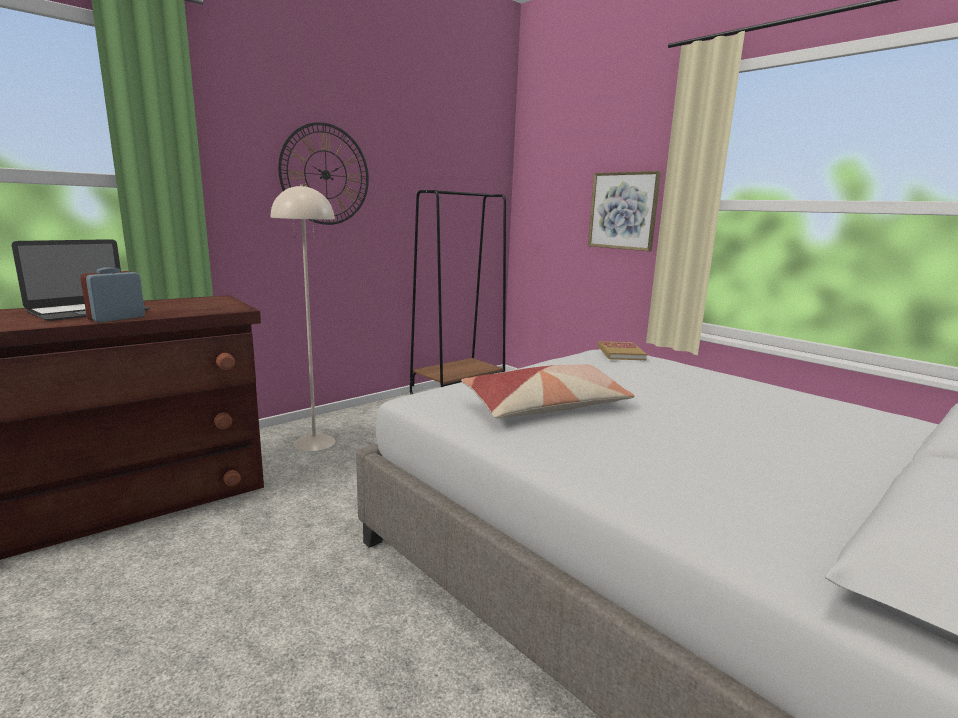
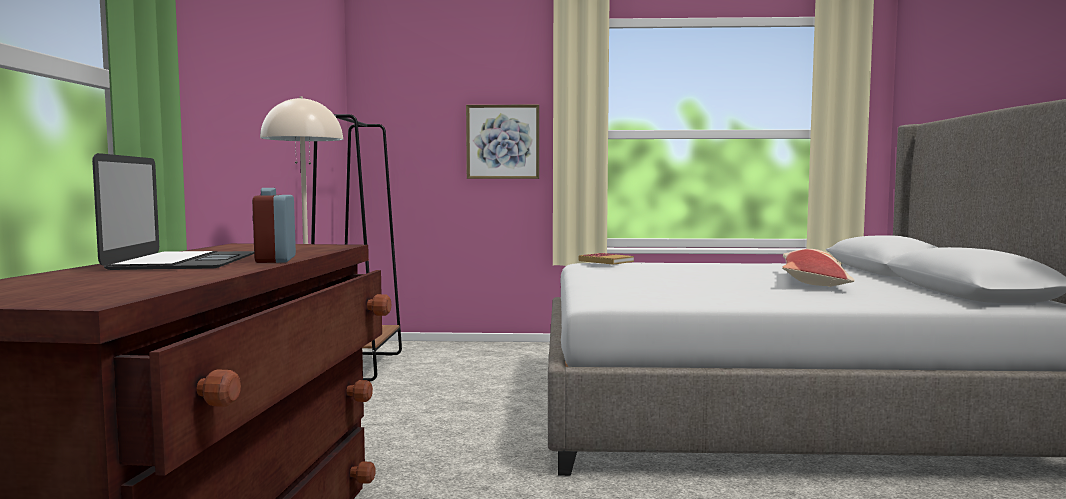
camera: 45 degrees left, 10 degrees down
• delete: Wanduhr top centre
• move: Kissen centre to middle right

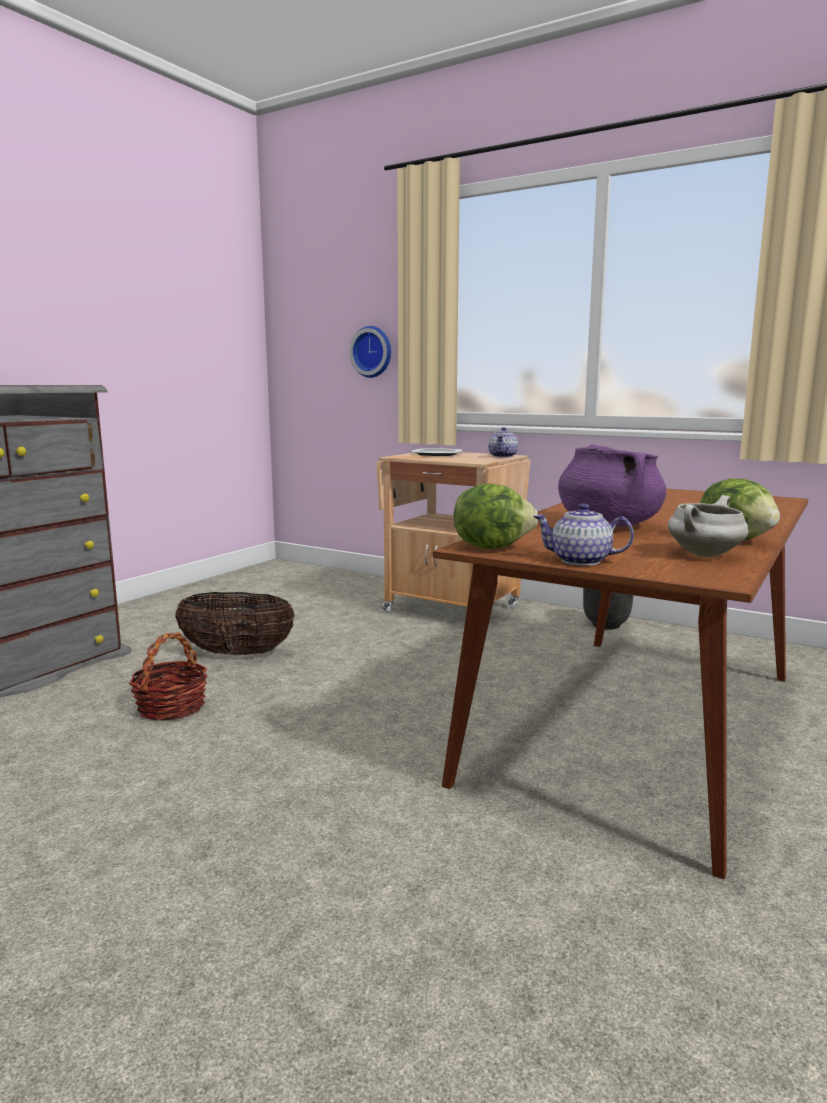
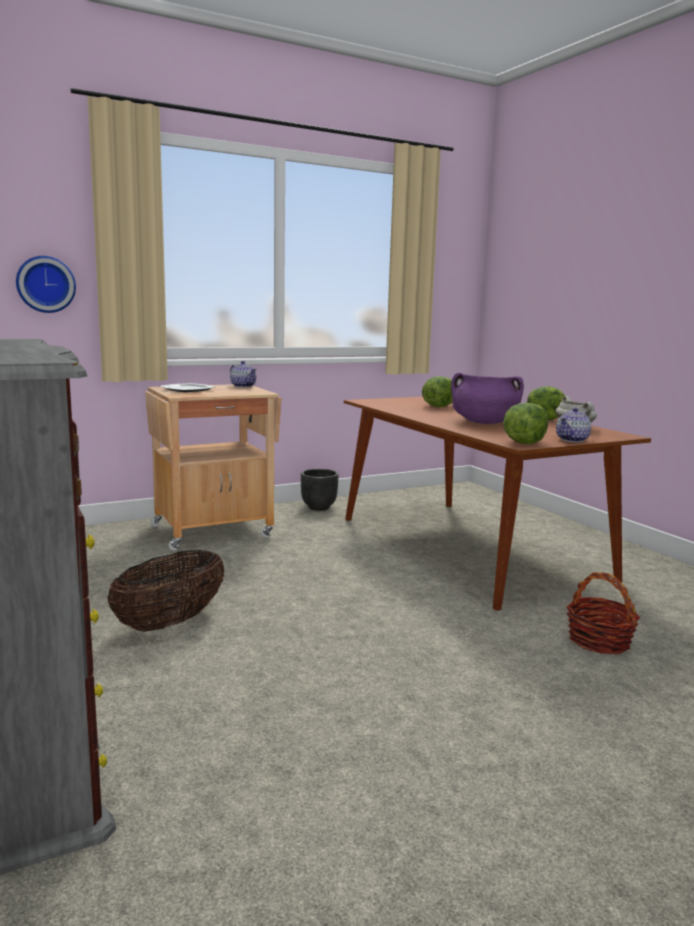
camera: 60 degrees left, 0 degrees up
• move: Korb (1st from left in the first image) middle left to Korb (2nd from left) middle right
• insert: Salatkopf (1st from left) centre

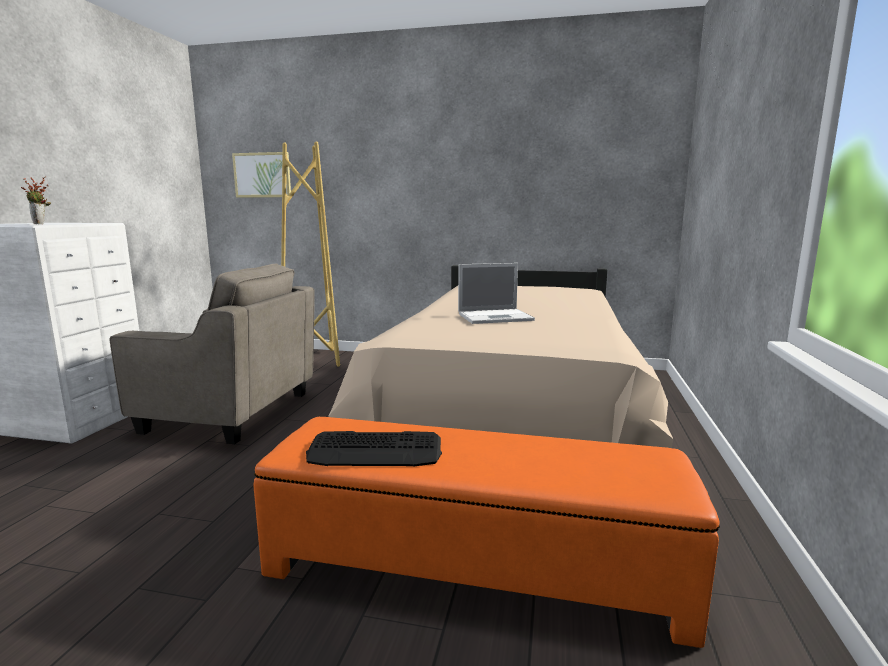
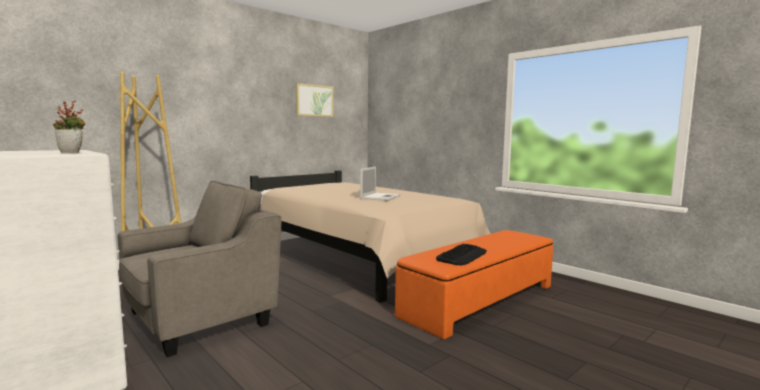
camera: 55 degrees left, 5 degrees down
• move: Bild top left to top centre

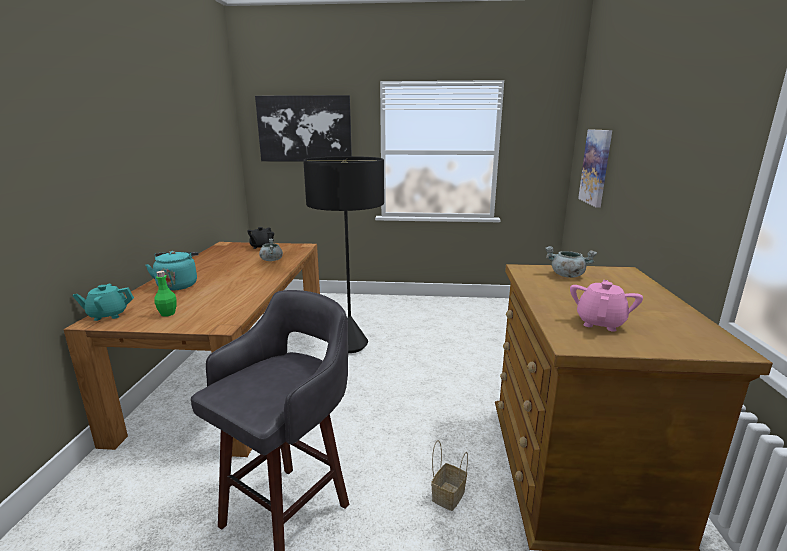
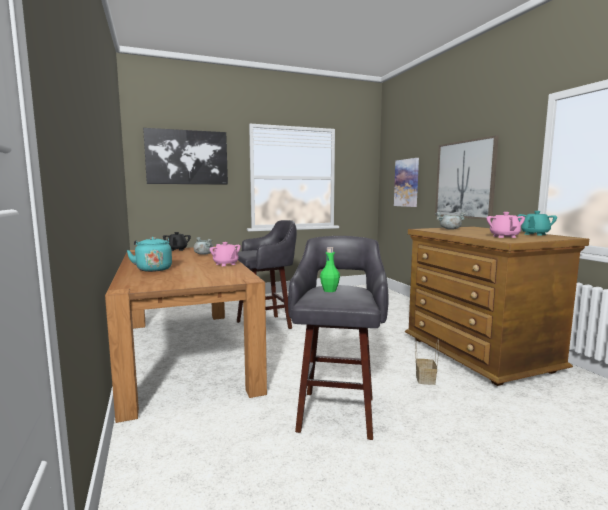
camera: 25 degrees left, 10 degrees down
• move: Teekanne (türkis) middle left to middle right
• move: Flasche (grün) middle left to centre
• replace: Stehlampe (schwarz) centre to Hocker (grau) (1st from left) centre
• insert: Teekanne (rosa) (1st from left) centre
• insert: Bild (3rd from left) middle right

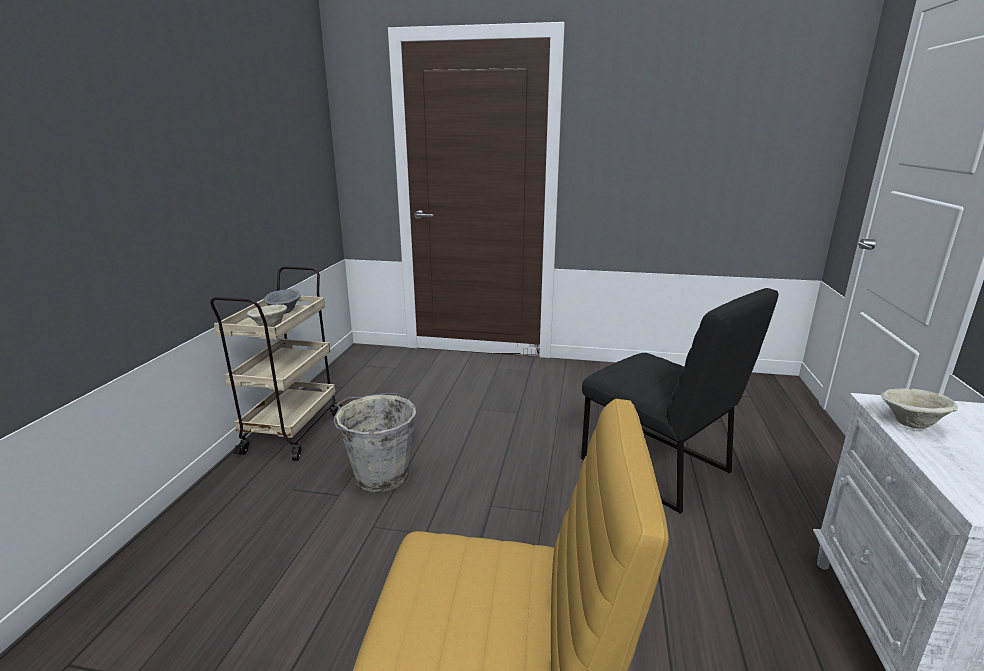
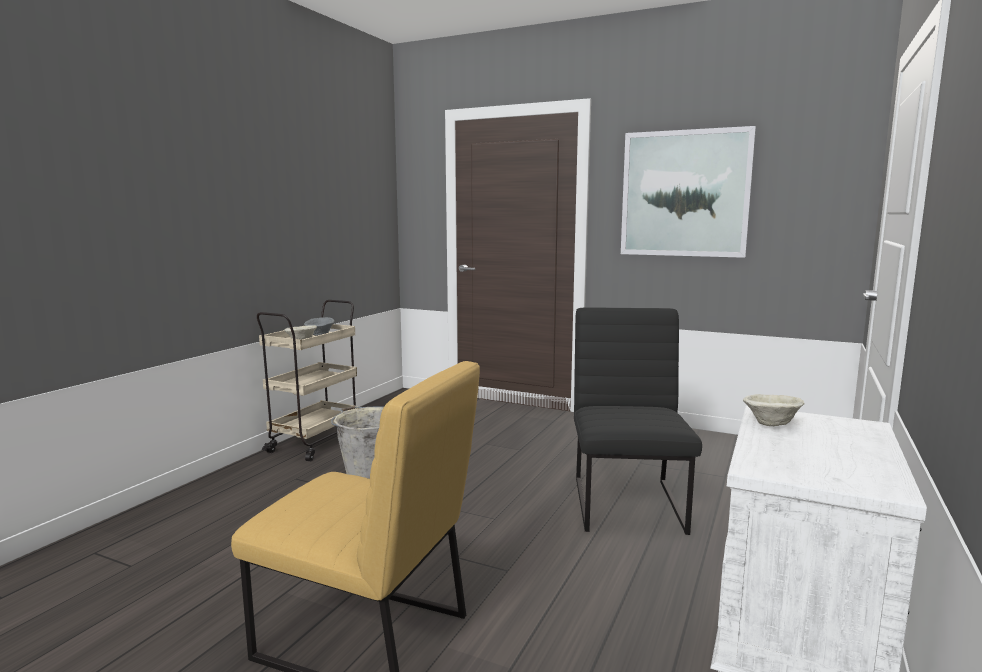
camera: 15 degrees right, 10 degrees down
• rotate: Stuhl (schwarz) middle right = centre 150 degrees counterclockwise
• insert: Bild top right

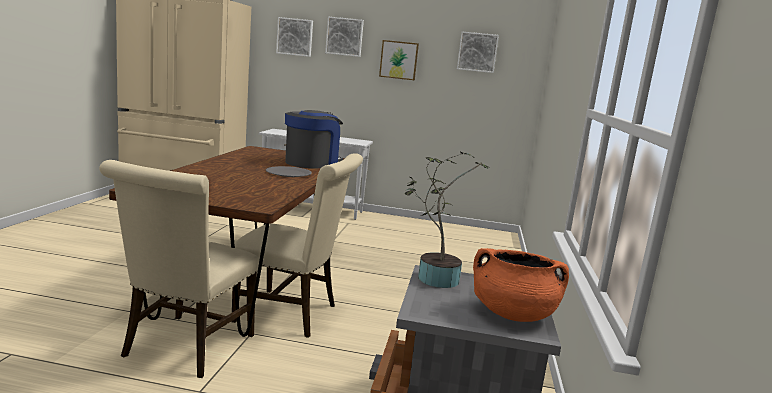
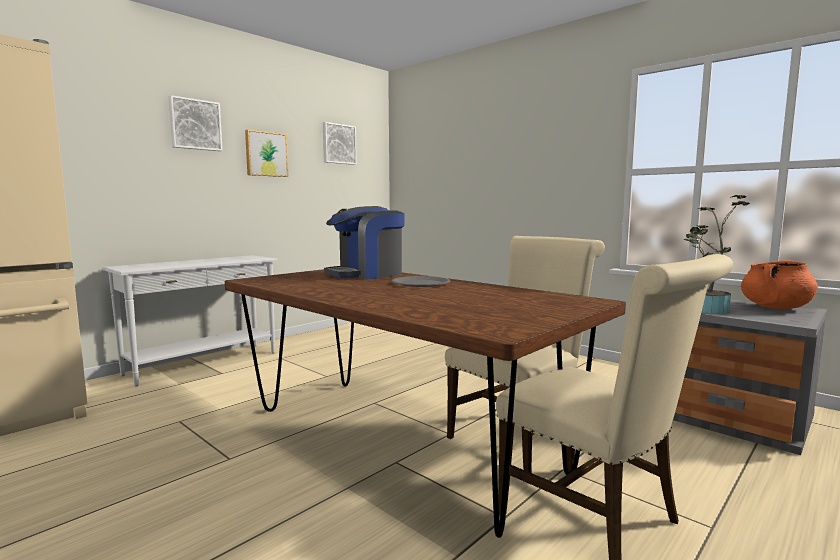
camera: 55 degrees left, 5 degrees down
• delete: Bild (1st from left) top centre
• rotate: Kaffeemaschine centre = centre 105 degrees counterclockwise

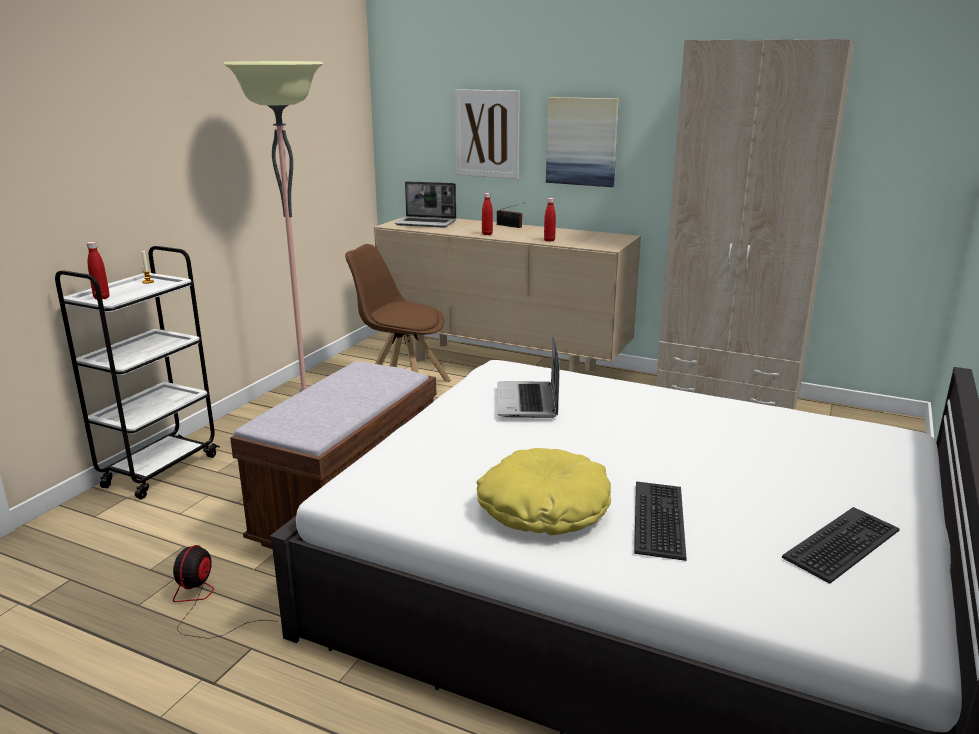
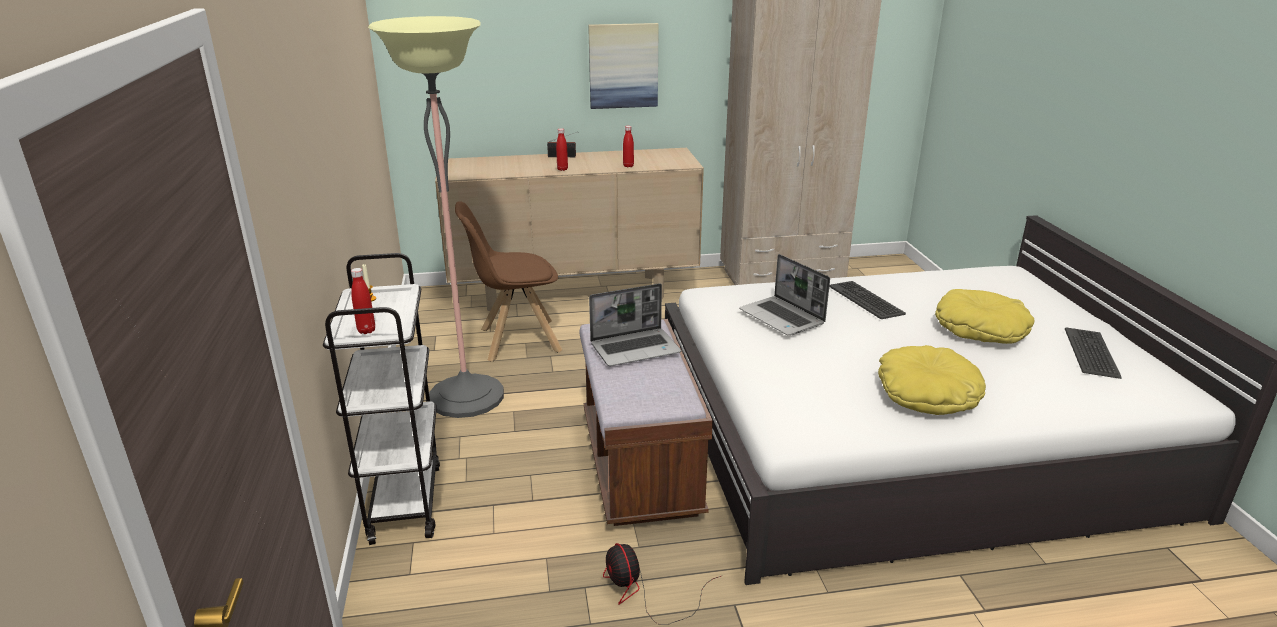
camera: 35 degrees left, 5 degrees up
• move: Laptop (1st from left) top centre to centre
• delete: Bild (1st from left) top centre
• move: Tastatur (1st from left) bottom right to middle right
• insert: Kissen (gelb) (2nd from left) middle right

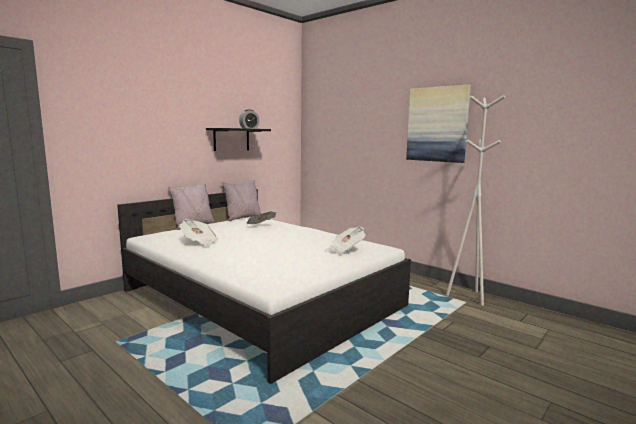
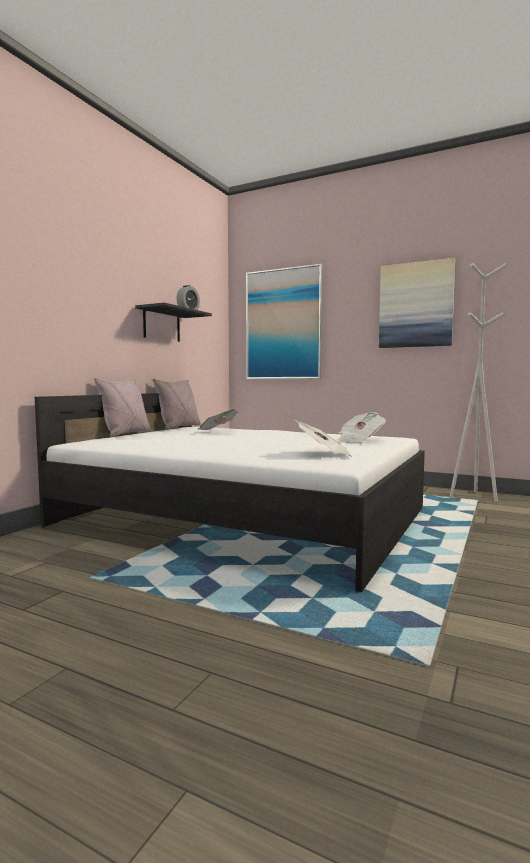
camera: 15 degrees left, 5 degrees down
• move: Zeitung (1st from left in the first image) middle left to Zeitung (2nd from left) centre
• insert: Bild (1st from left) centre

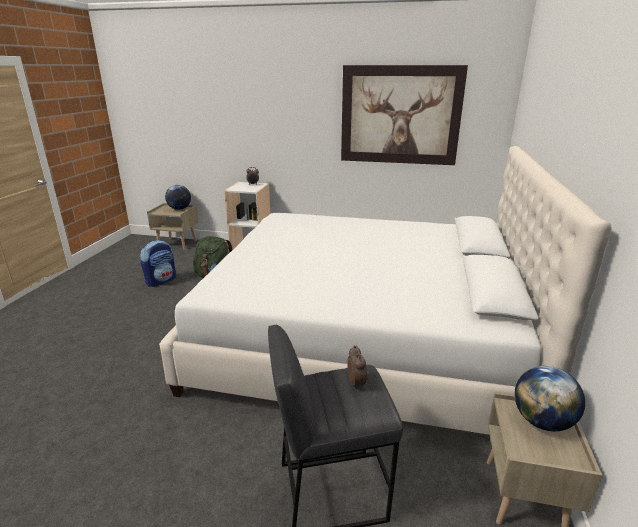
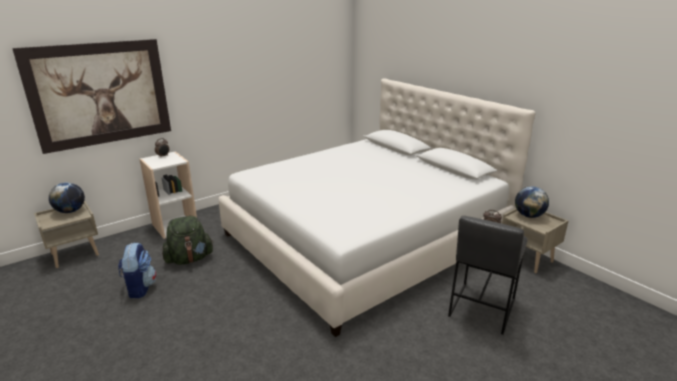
camera: 50 degrees left, 0 degrees up
• move: Bild top centre to top left

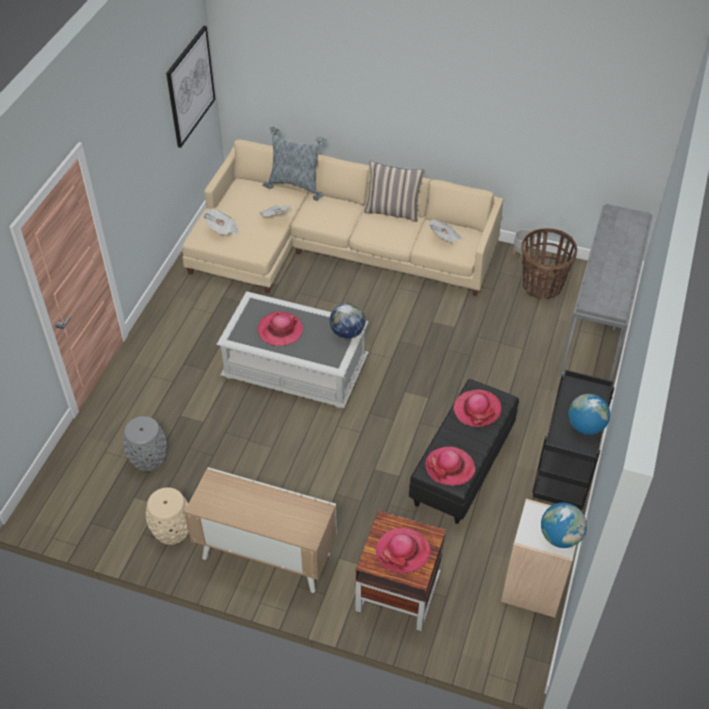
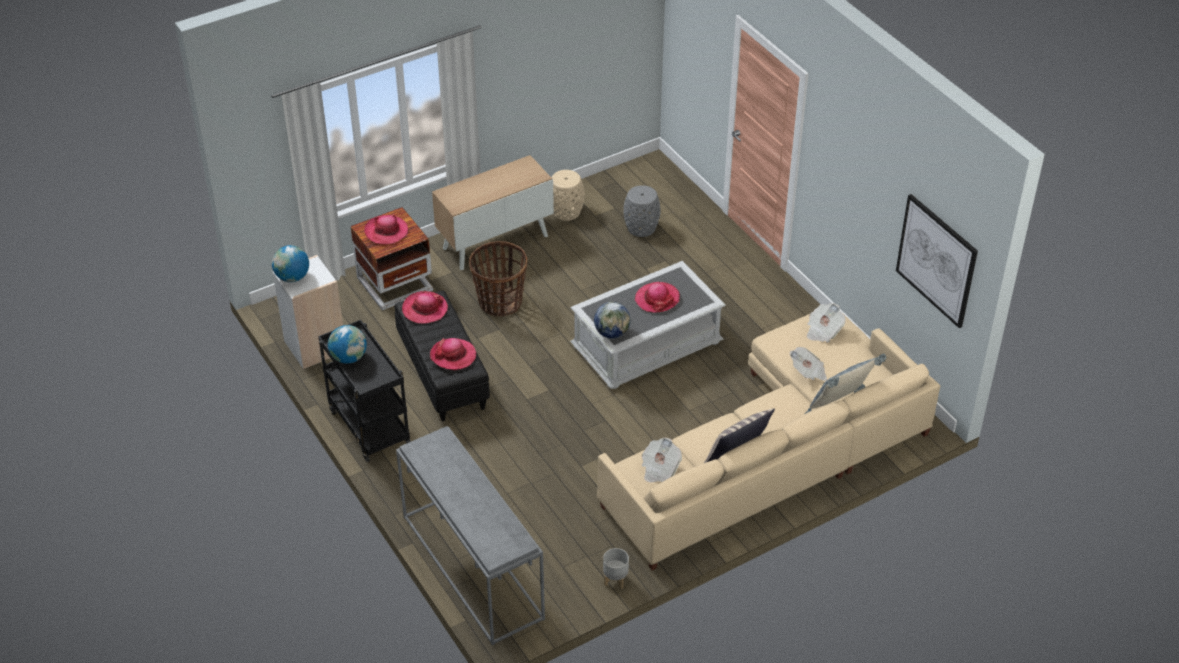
camera: 130 degrees right, 5 degrees down
• move: Korb middle right to centre

